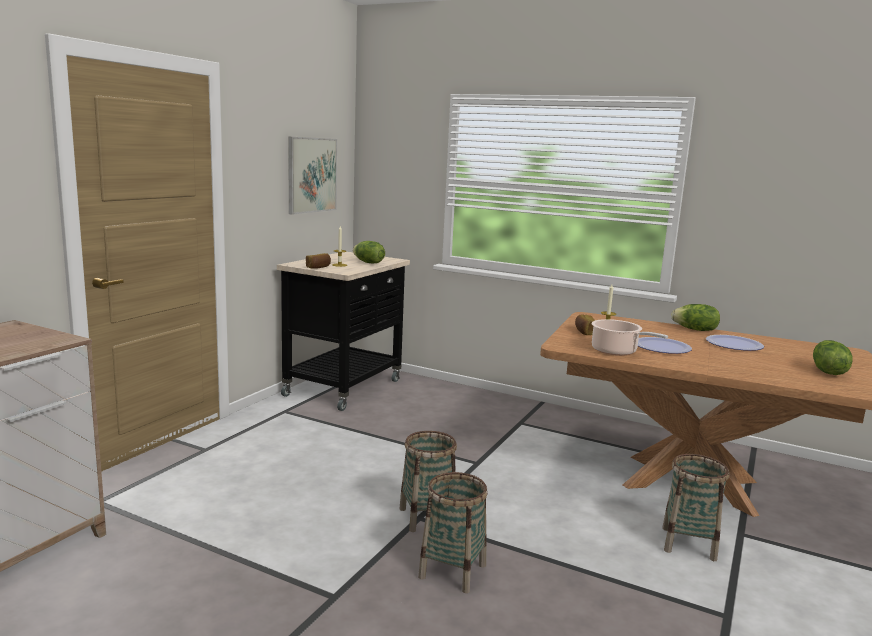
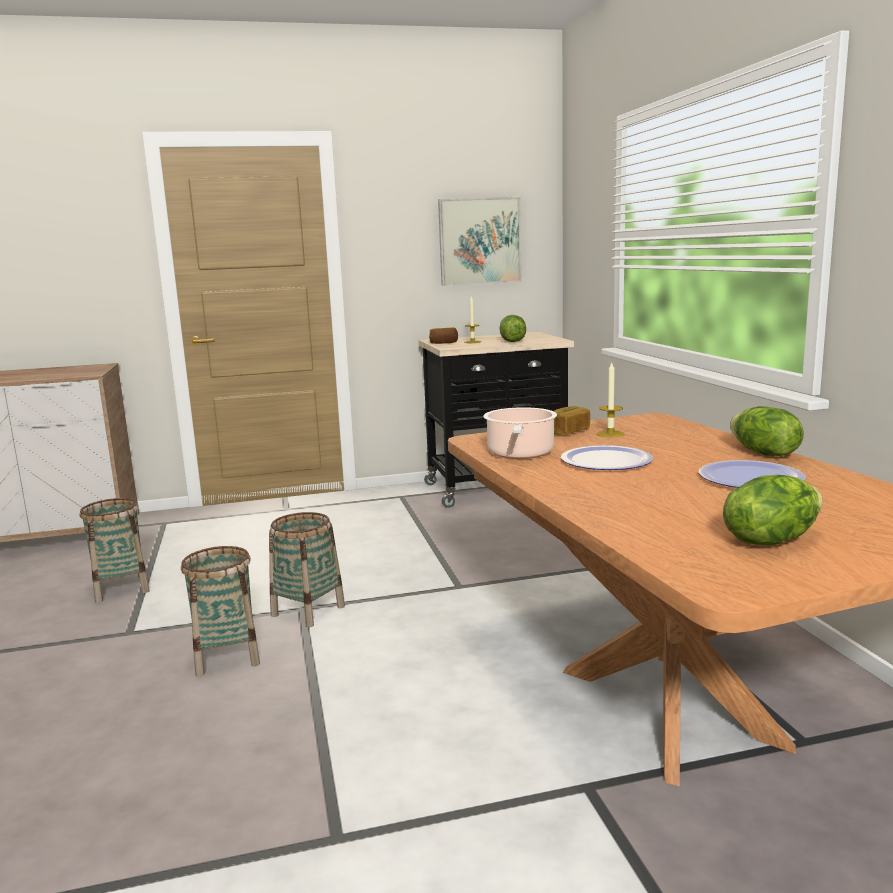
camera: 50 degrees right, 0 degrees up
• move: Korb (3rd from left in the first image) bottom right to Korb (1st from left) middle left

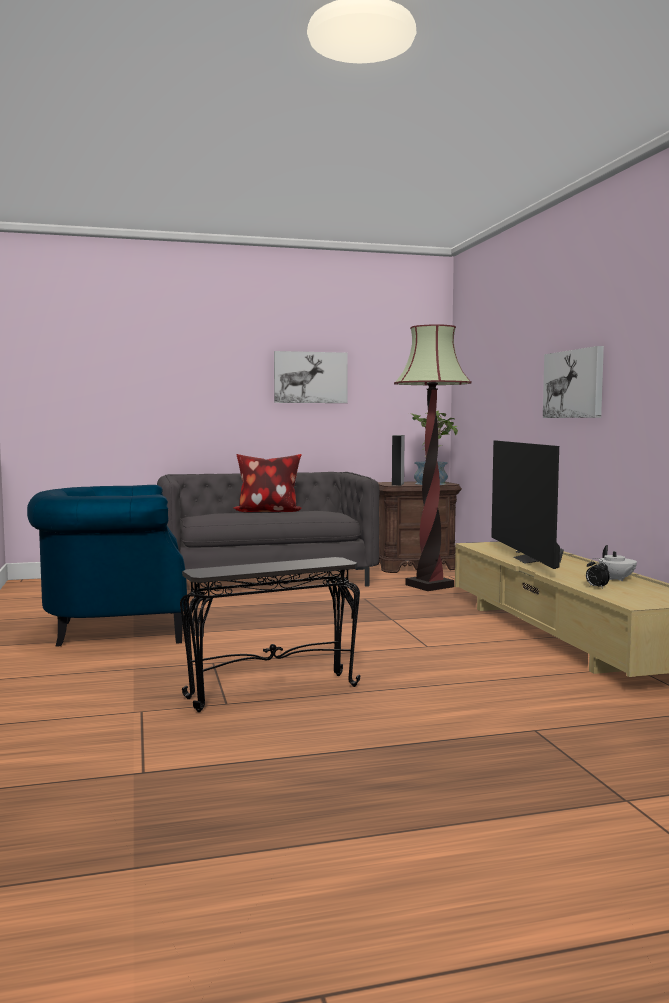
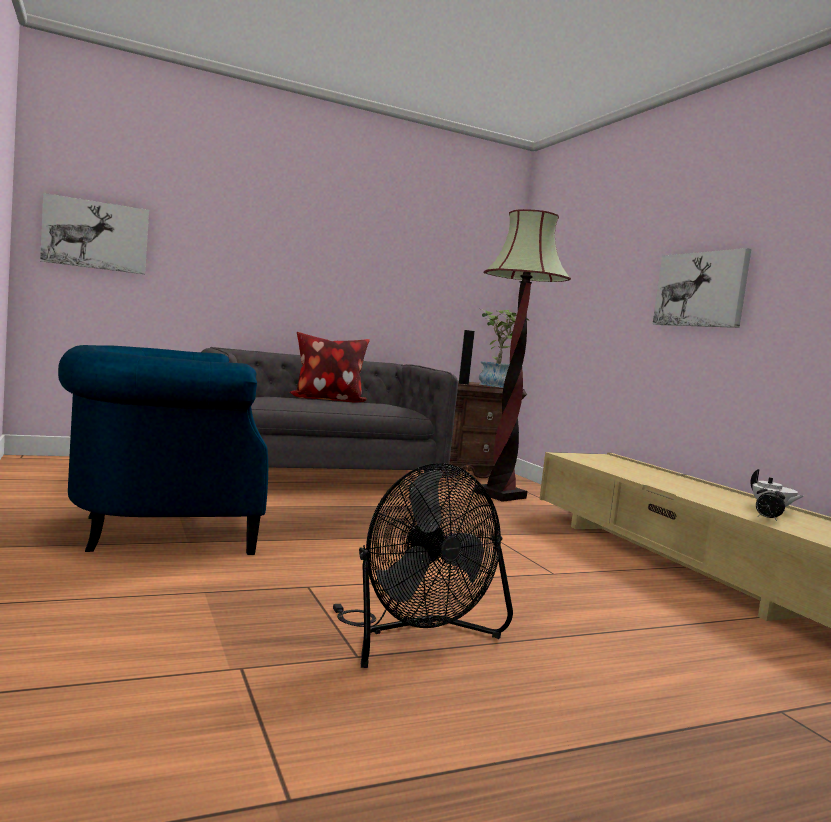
camera: 10 degrees left, 0 degrees up
• replace: Beistelltisch (schwarz) centre to Ventilator (schwarz) bottom centre
• move: Bild (1st from left) centre to top left
• delete: Fernseher middle right

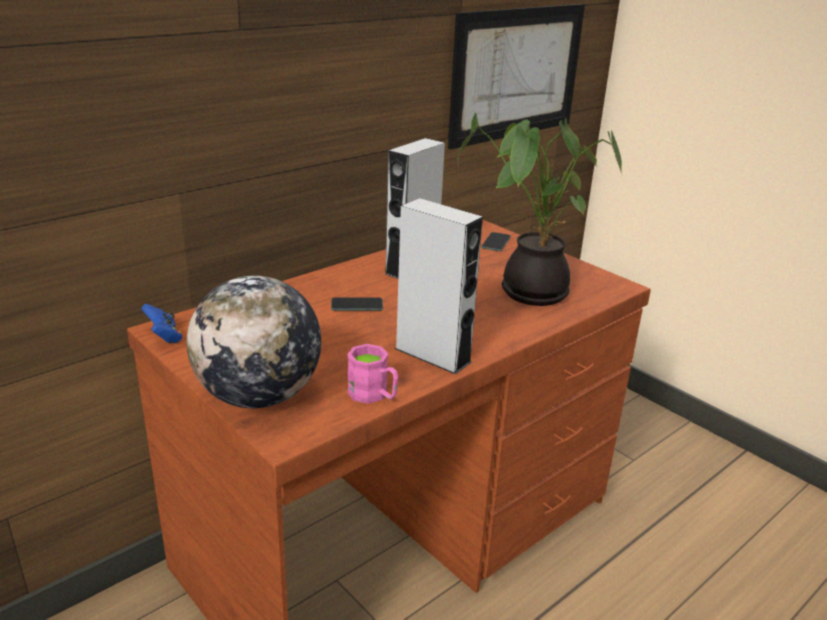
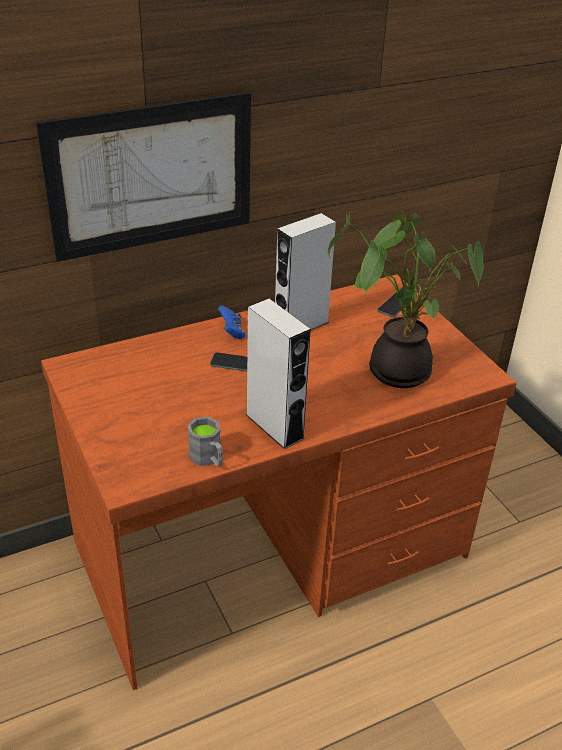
camera: 15 degrees right, 10 degrees up
• move: Gamepad (blau) middle left to centre
• delete: Globus middle left
• recolor: Henkelbecher (rosa) centre to Henkelbecher (grau) centre
• move: Bild top centre to top left

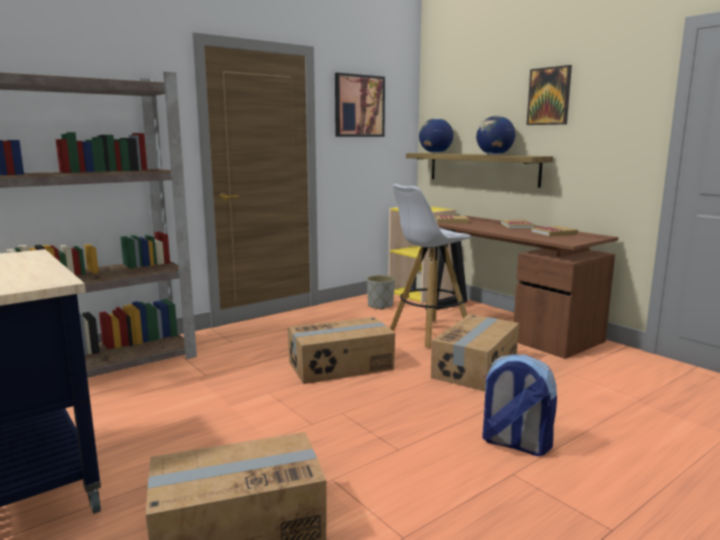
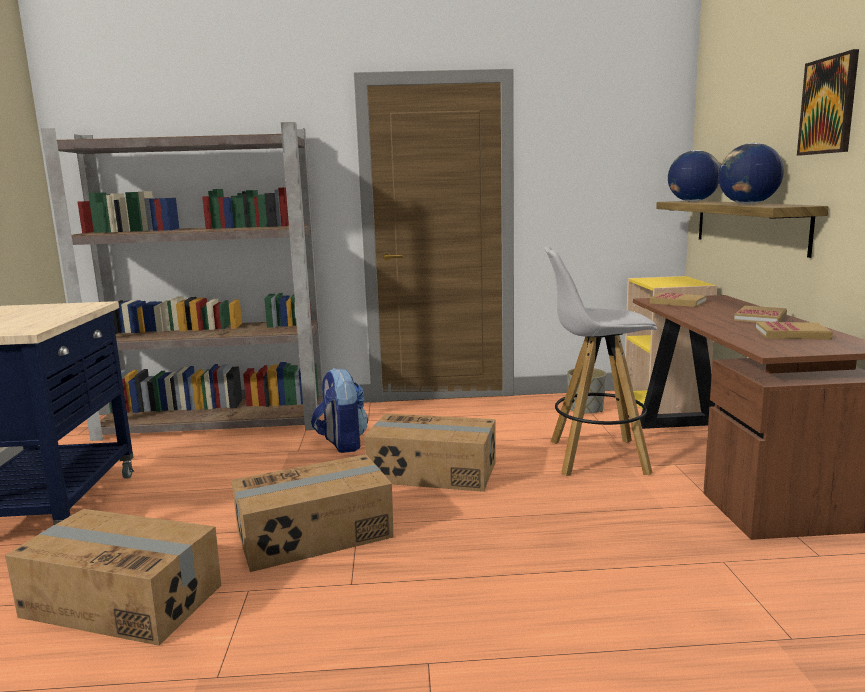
camera: 35 degrees right, 0 degrees up
• delete: Bild (1st from left) top centre
• move: Karton (3rd from left in the first image) centre to Karton (2nd from left) bottom centre
• move: Rucksack bottom right to centre

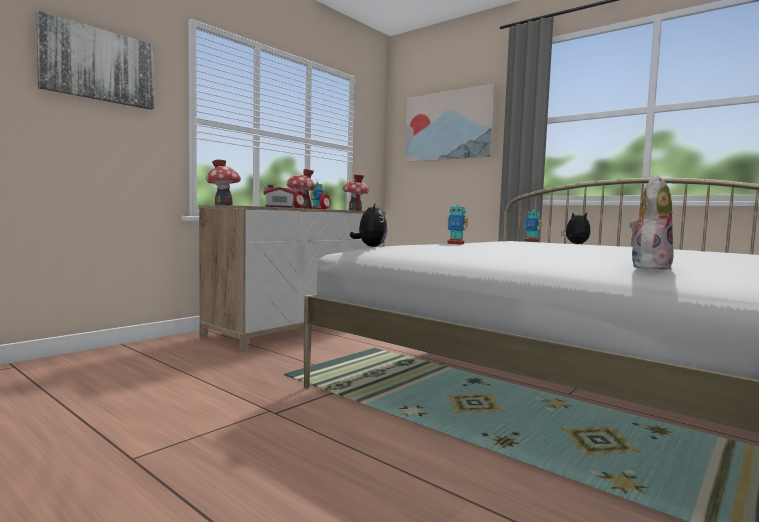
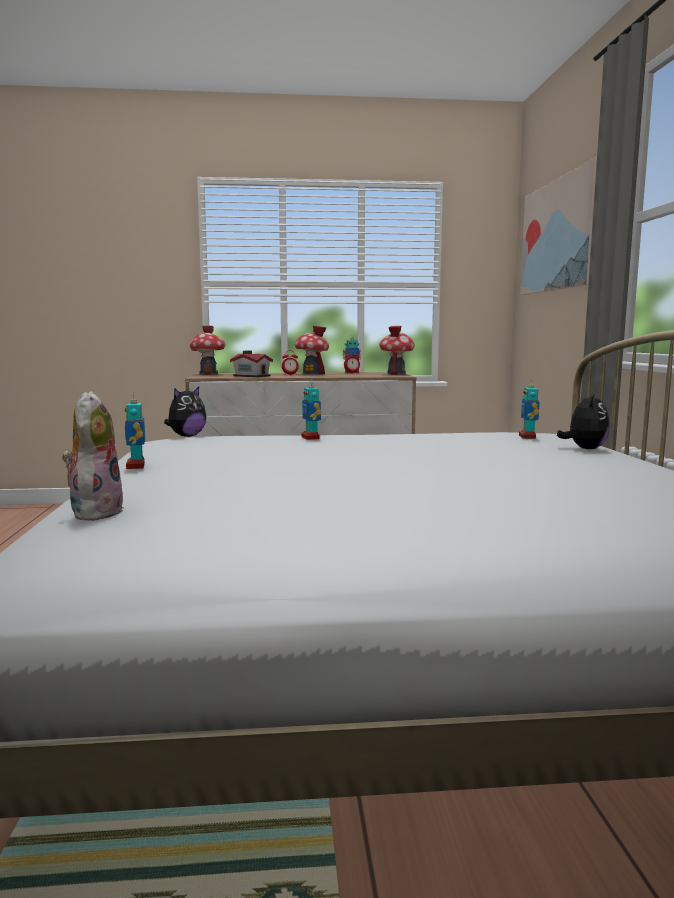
camera: 45 degrees right, 5 degrees up
• delete: Bild (1st from left) top left
• rotate: Plüschtier (3rd from left in the first image) middle right = middle left 90 degrees counterclockwise
• insert: Spielzeugroboter (1st from left) middle left

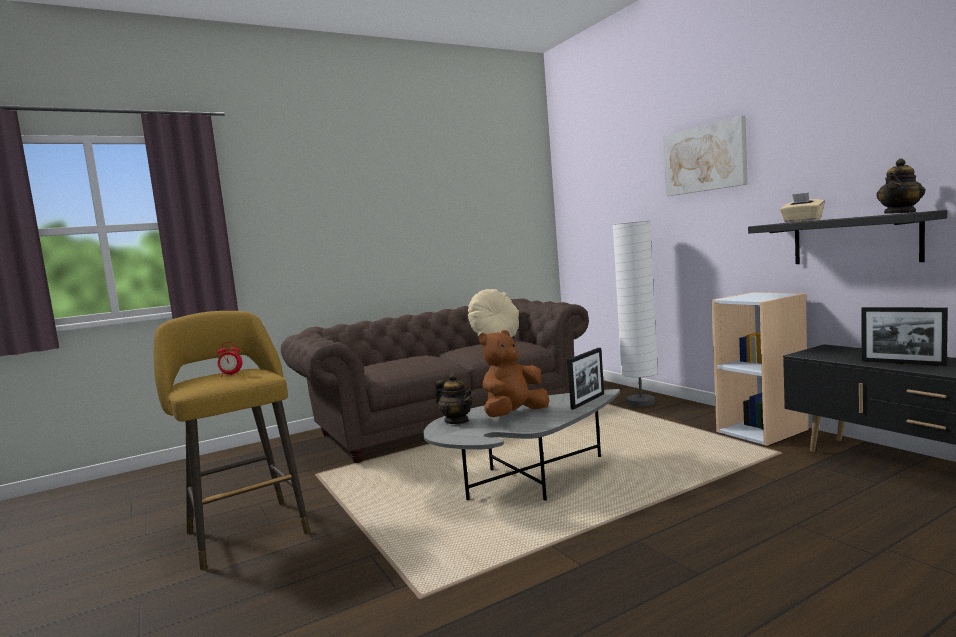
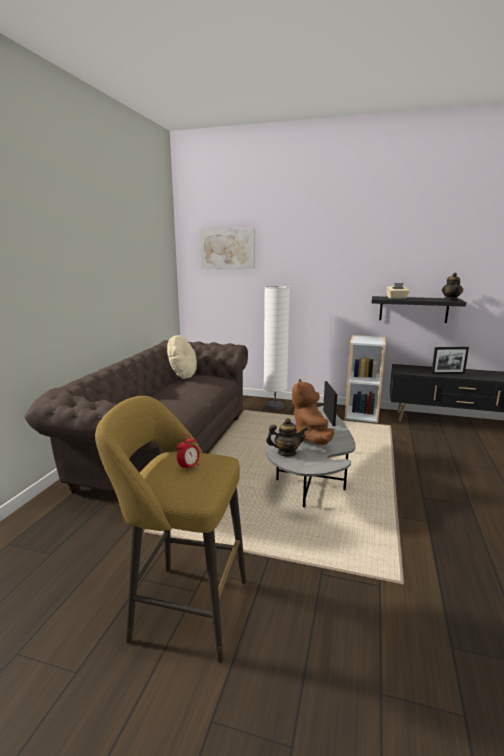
camera: 45 degrees left, 10 degrees up
• move: Bild top right to top centre

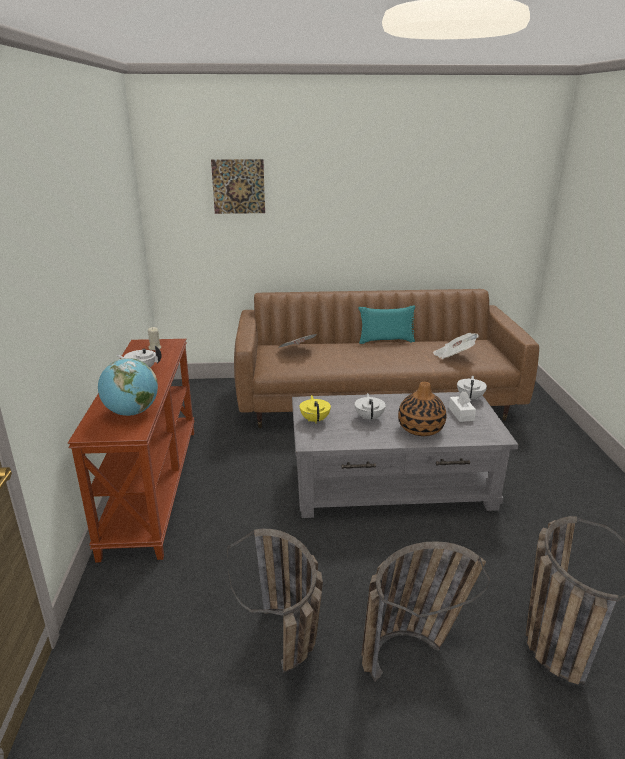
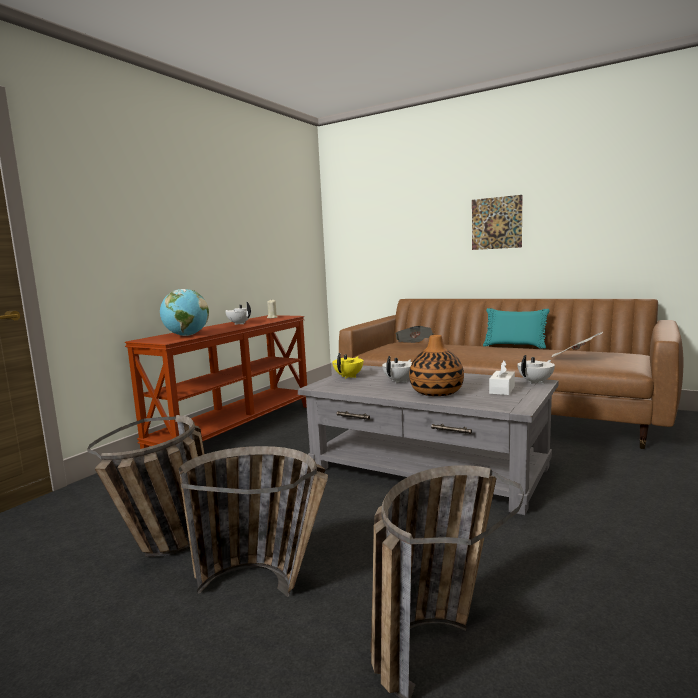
camera: 35 degrees right, 15 degrees down
• move: Bild top centre to top right

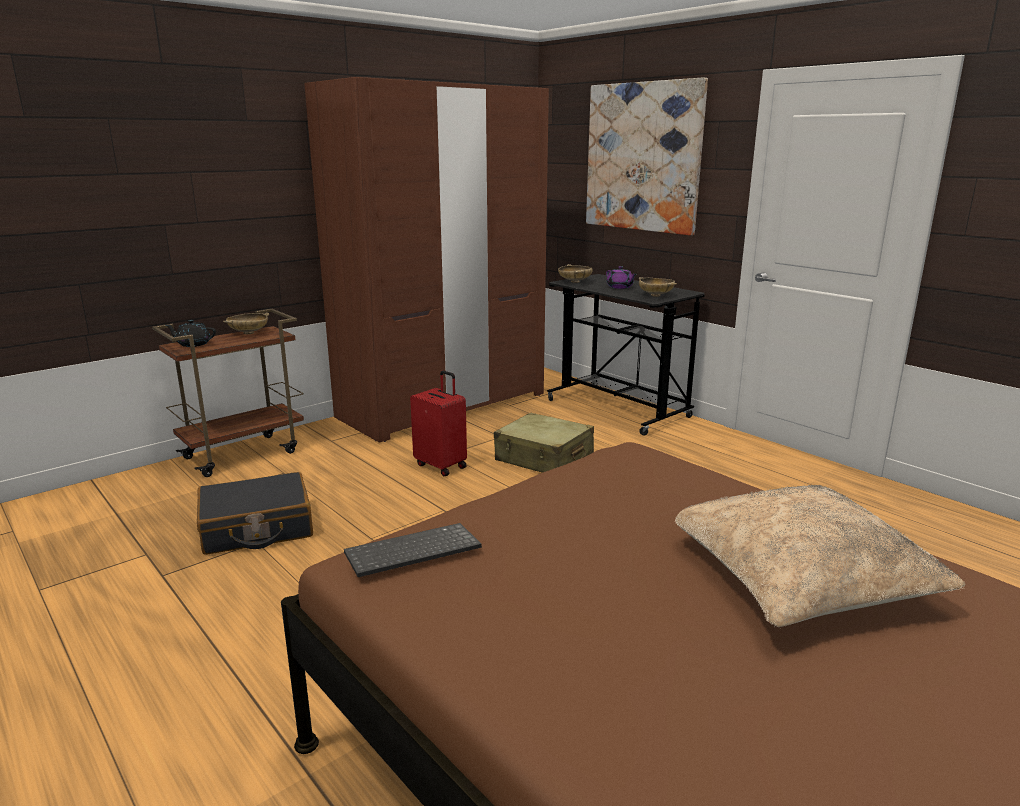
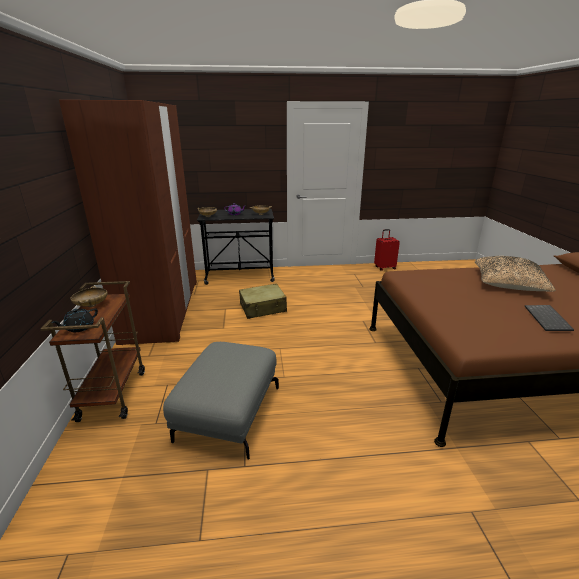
camera: 55 degrees left, 5 degrees up
• replace: Koffer (schwarz) middle left to Polsterhocker (grau) bottom centre
• move: Tastatur bottom centre to middle right
• move: Koffer (rot) centre to middle right
• delete: Bild top centre

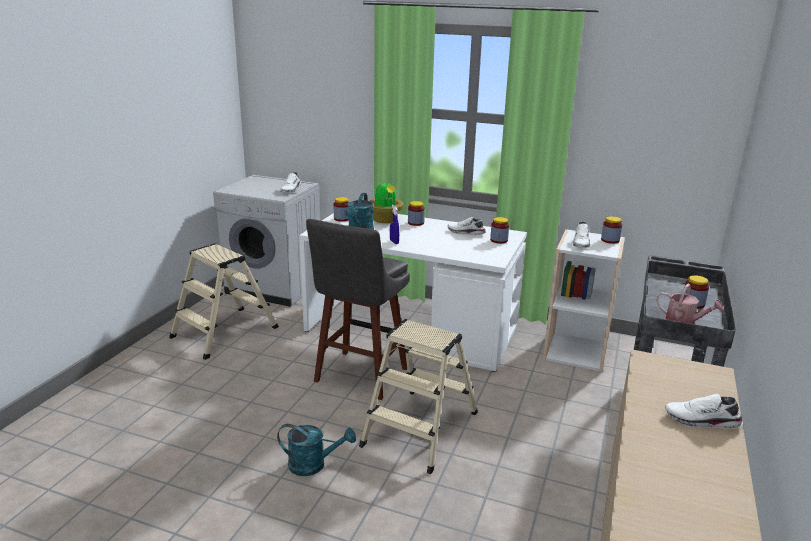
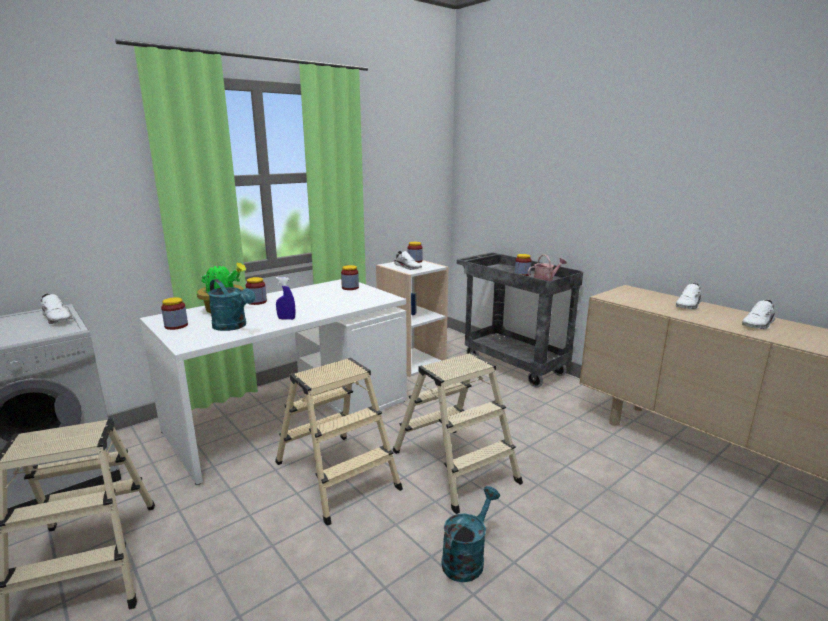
camera: 60 degrees left, 5 degrees down
• replace: Hocker (grau) centre to Trittleiter (beige) (2nd from left) bottom centre
• move: Schuh (weiß) (2nd from left in the first image) centre to Schuh (weiß) (4th from left) middle right

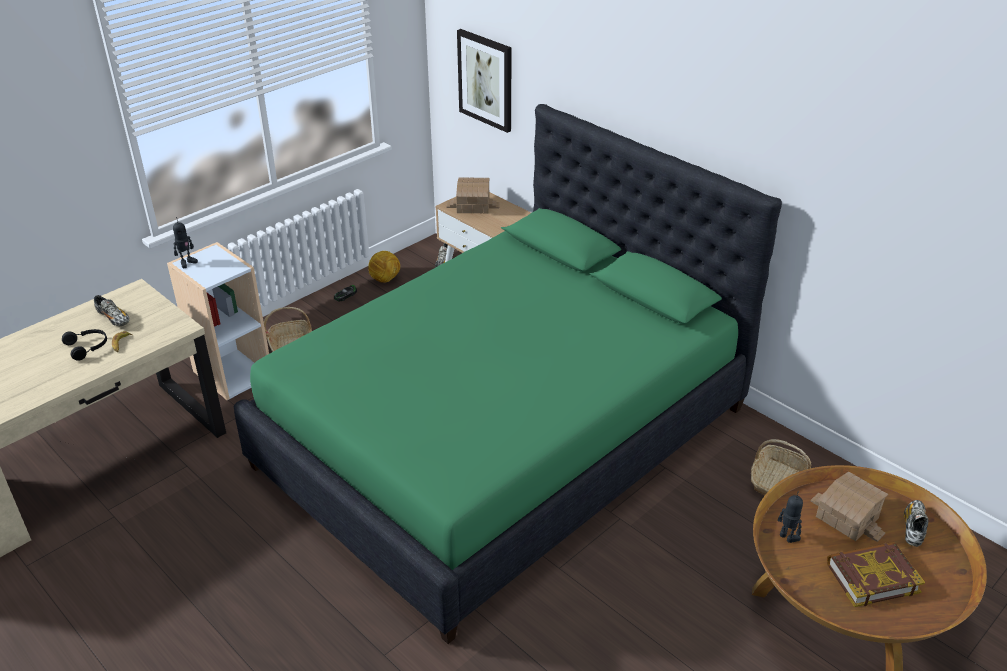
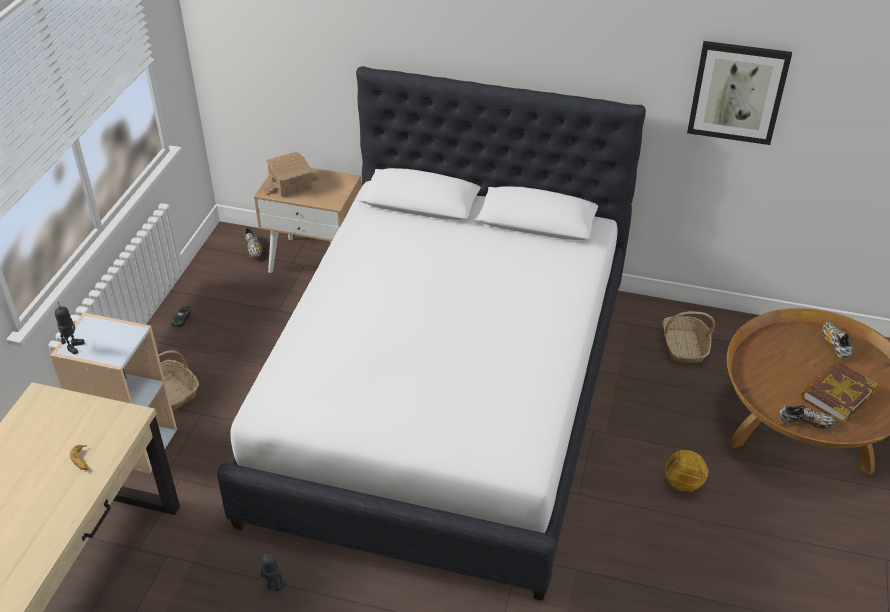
camera: 30 degrees left, 5 degrees up
• delete: Kopfhörer (schwarz) middle left
• move: Schuh (1st from left in the first image) middle left to Schuh (2nd from left) bottom right
• recolor: Bett (grün) centre to Bett (weiß) centre
• move: Fußball centre to bottom right
• move: Bild top centre to top right
• move: Spielzeugroboter (2nd from left) bottom right to bottom left
• delete: Spielzeughaus (2nd from left) bottom right

